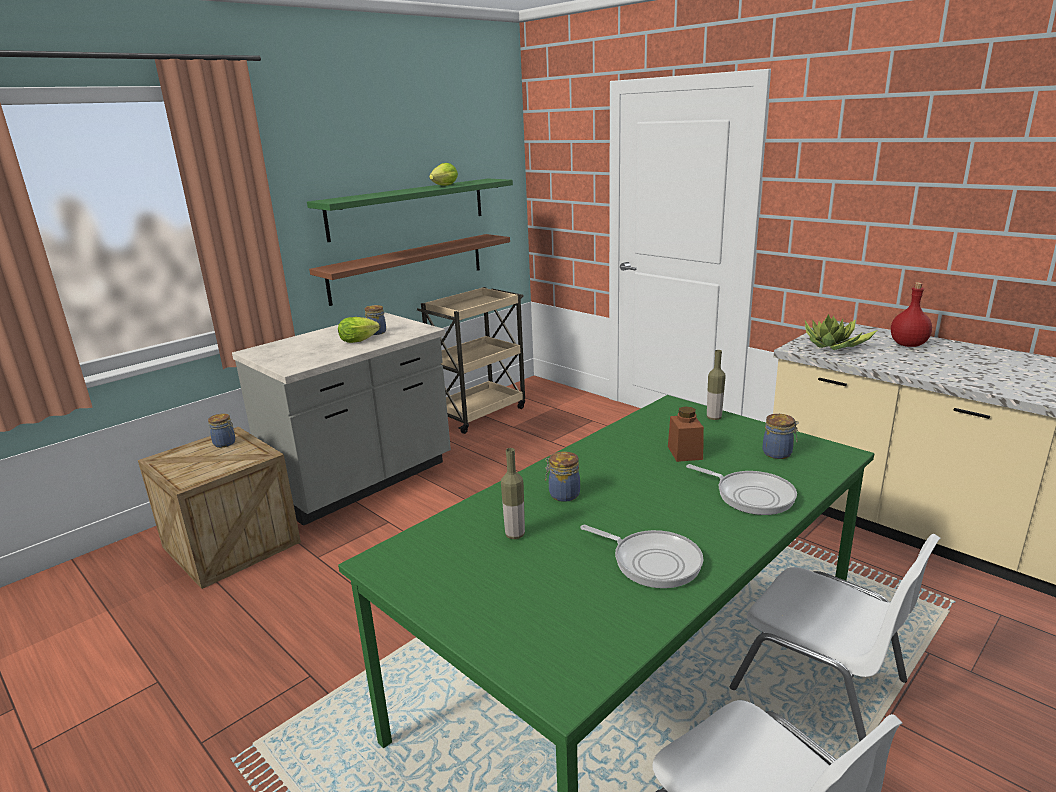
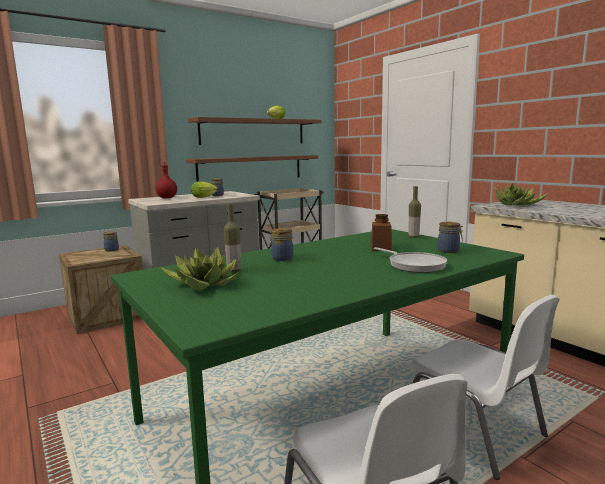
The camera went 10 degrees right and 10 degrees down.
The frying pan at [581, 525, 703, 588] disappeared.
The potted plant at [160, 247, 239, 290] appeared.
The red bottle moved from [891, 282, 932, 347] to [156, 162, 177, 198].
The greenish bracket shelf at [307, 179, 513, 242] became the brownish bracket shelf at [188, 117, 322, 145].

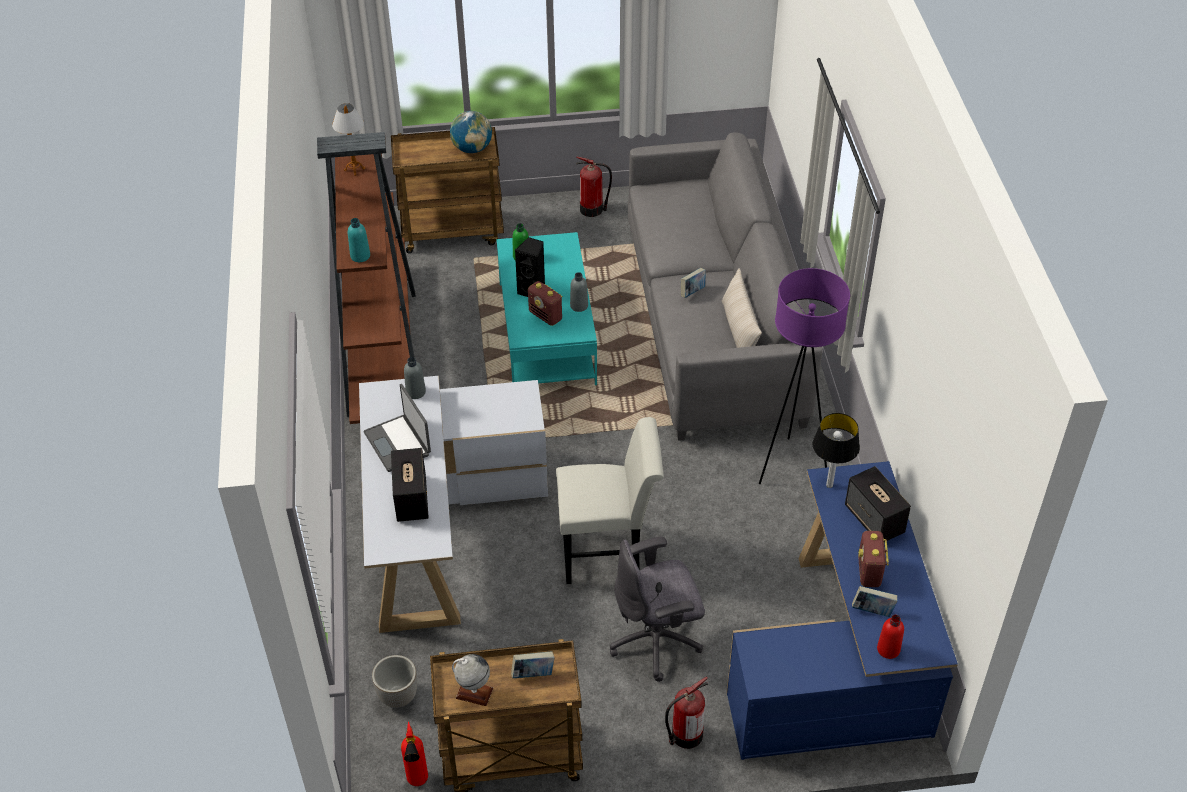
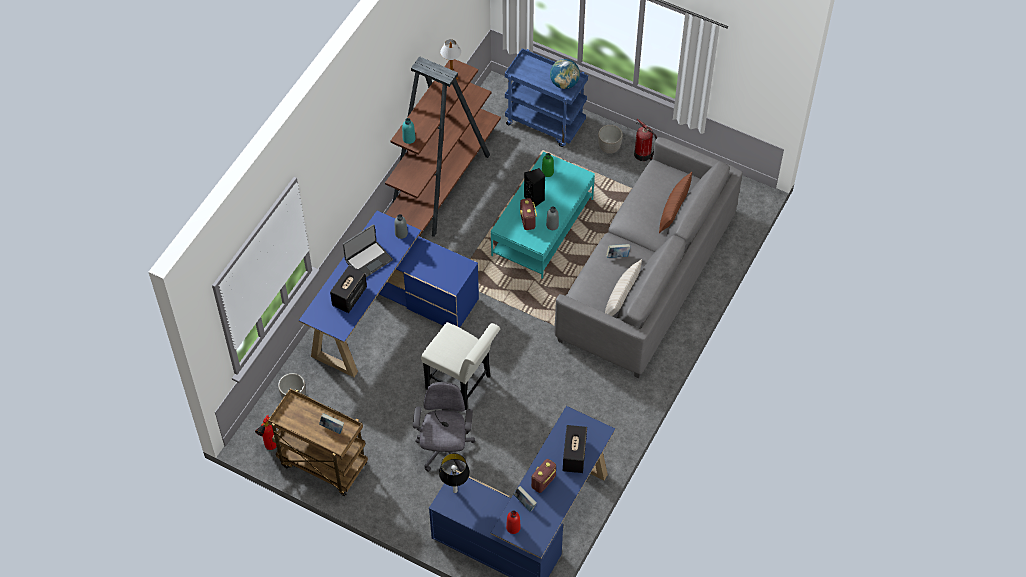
The camera went 35 degrees right and 10 degrees up.
The world globe at [452, 654, 493, 706] disappeared.
The extinguisher at [665, 677, 708, 749] disappeared.
The purplish standard lamp at [759, 268, 850, 484] disappeared.
The flower pot at [598, 125, 623, 154] appeared.
The brownish throw pillow at [659, 172, 692, 233] appeared.
The tabletop lamp moved from [812, 413, 860, 488] to [439, 453, 470, 493].
The white-coloured desk at [359, 376, 548, 633] became the blue-coloured desk at [299, 211, 479, 377].
The brownish cart at [391, 127, 504, 253] became the blue-coloured cart at [505, 48, 588, 147].
The portable computer at [364, 384, 431, 472] turned 135 degrees counterclockwise.
The grey desk chair at [610, 537, 705, 682] turned 75 degrees clockwise.

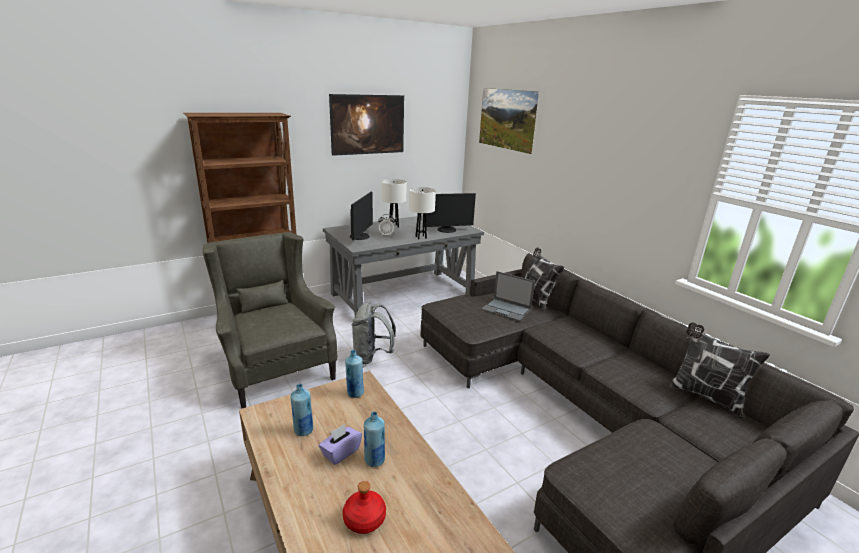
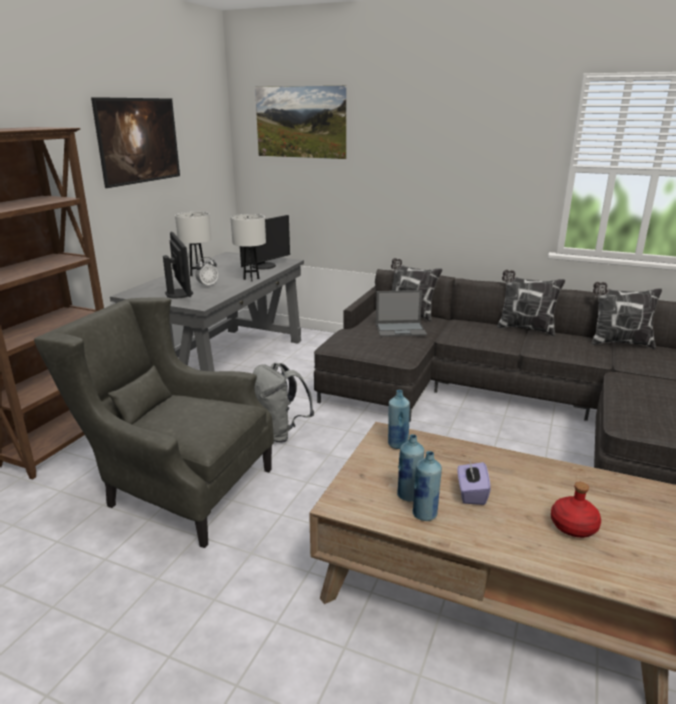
The camera went 35 degrees left and 0 degrees up.
The throw pillow at [497, 270, 565, 336] appeared.
The blue-coloured bottle moved from [364, 411, 385, 467] to [412, 451, 442, 521].

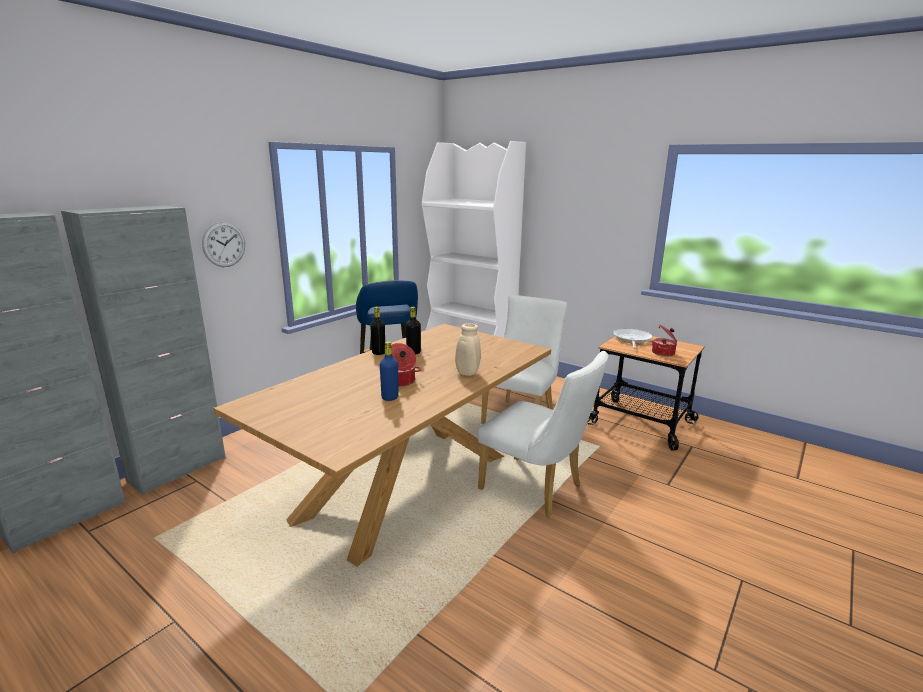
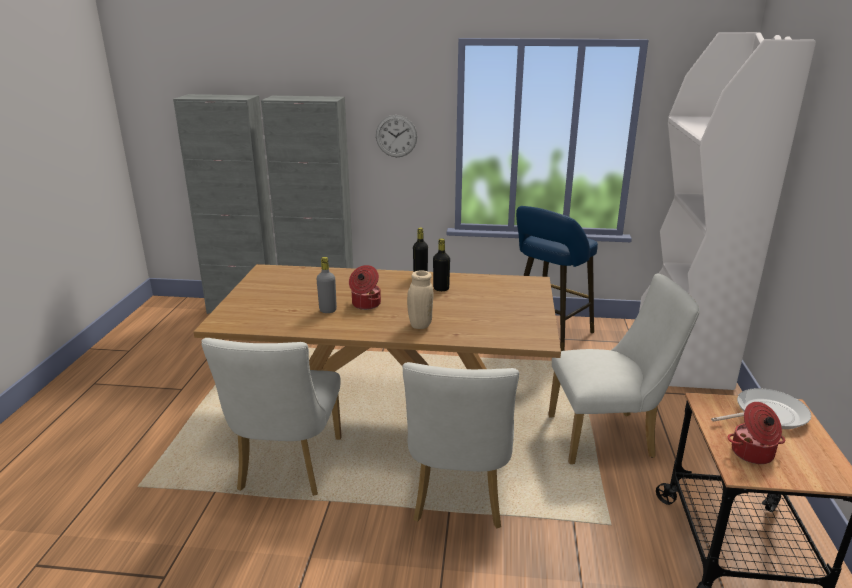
The camera went 60 degrees right and 5 degrees up.
The white-coloured plain chair at [201, 338, 342, 496] appeared.
The blue-coloured bottle at [380, 342, 399, 401] became the grey bottle at [317, 257, 337, 313].

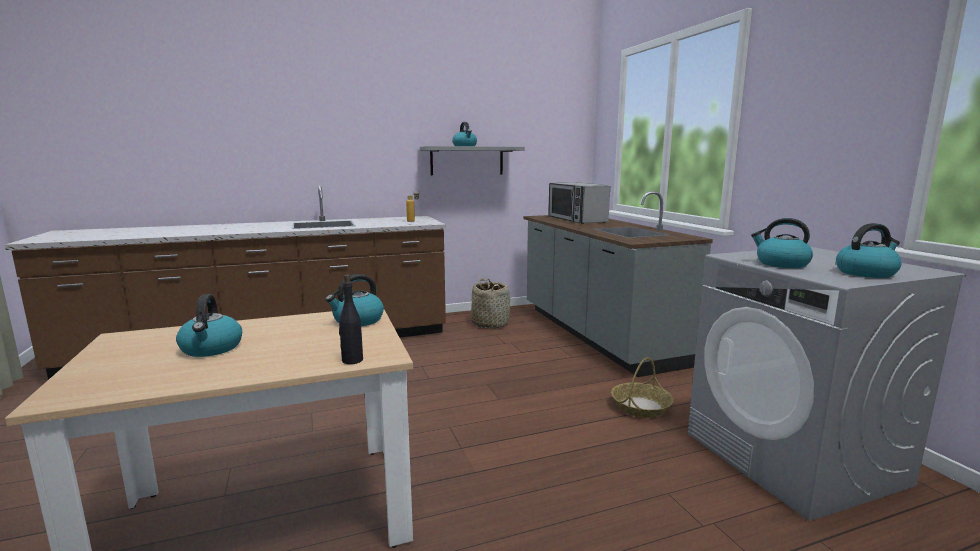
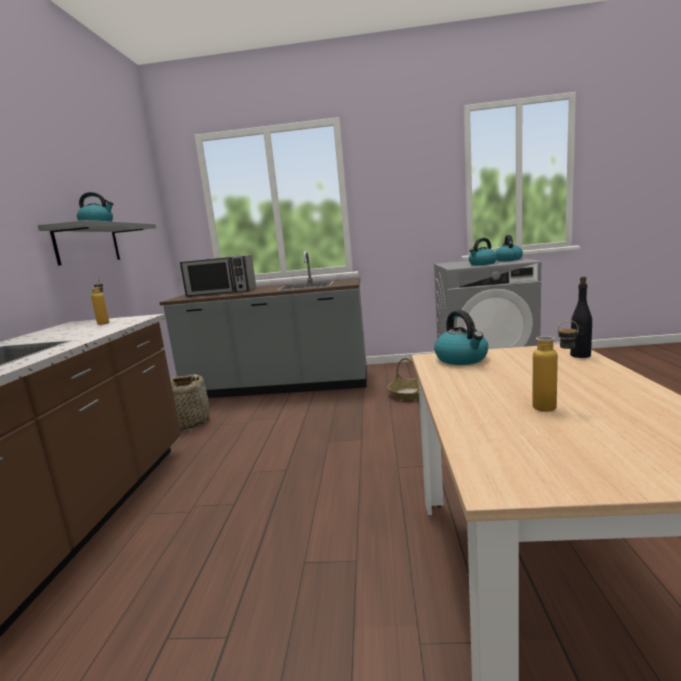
The camera went 65 degrees left and 0 degrees up.
The kettle at [176, 294, 242, 357] was replaced by the bottle at [532, 320, 579, 412].

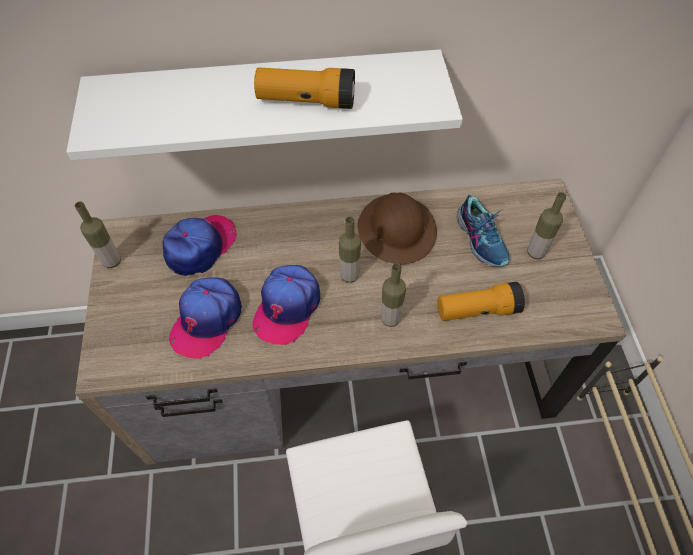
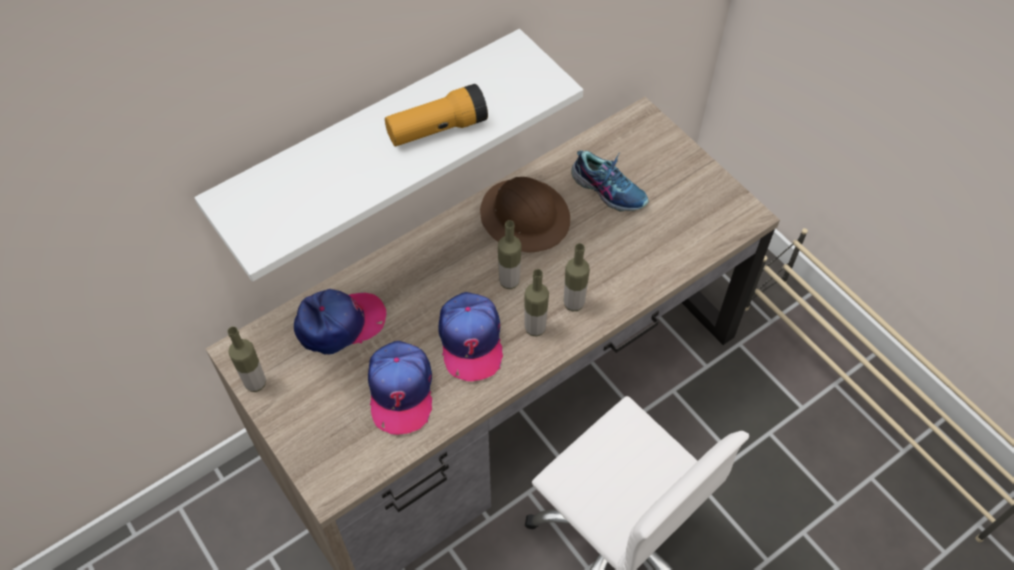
The camera went 30 degrees left and 0 degrees up.
The flashlight at [437, 282, 525, 321] disappeared.
The bottle moved from [528, 192, 566, 259] to [524, 269, 549, 337].
The cap at [163, 215, 237, 276] turned 60 degrees clockwise.

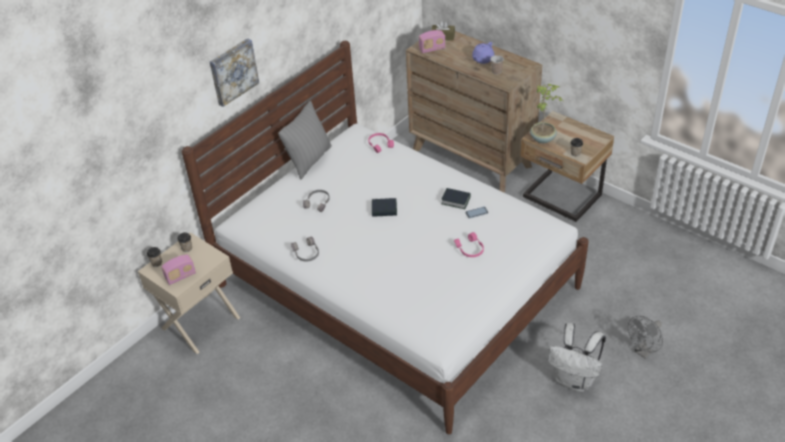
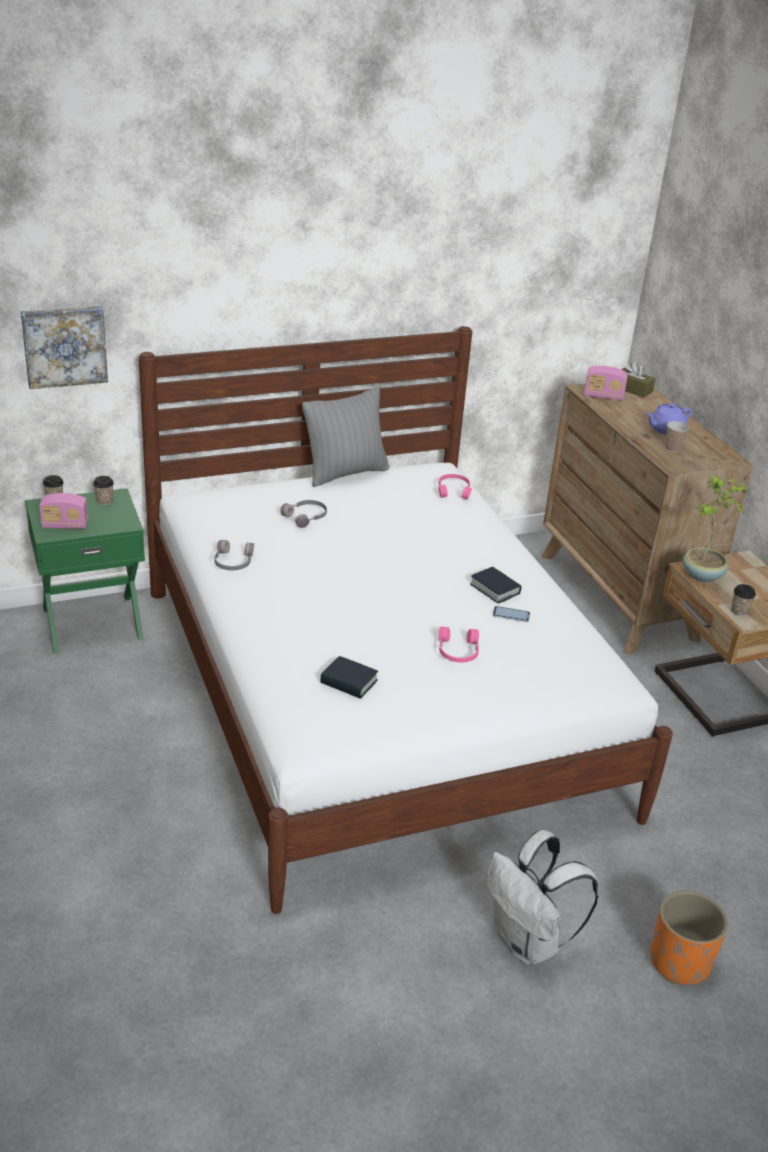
The camera went 25 degrees right and 10 degrees down.
The picture moved from [210, 38, 259, 107] to [21, 306, 108, 389].
The bound book moved from [372, 198, 397, 217] to [320, 656, 378, 699].
The grey electric fan at [628, 316, 663, 358] was replaced by the orangey flower pot at [650, 891, 728, 985].
The sand-coloured nightstand at [138, 232, 240, 354] became the greenish nightstand at [25, 488, 145, 654].

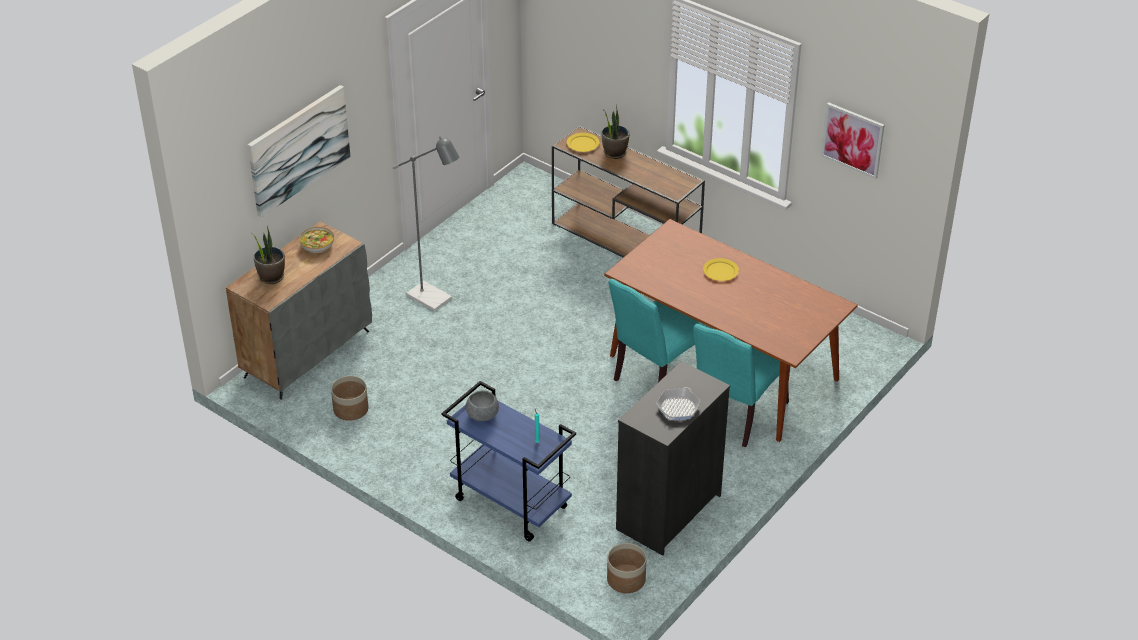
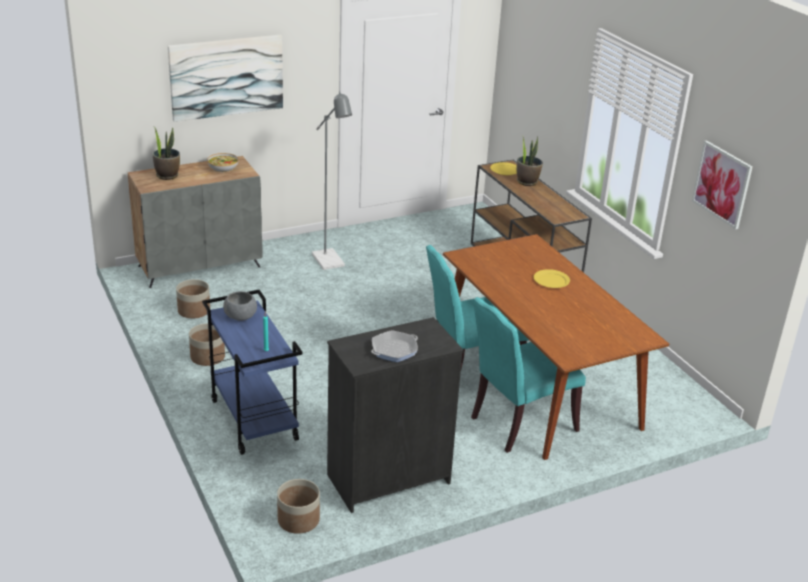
The camera went 25 degrees right and 10 degrees down.
The flower pot at [189, 323, 225, 366] appeared.

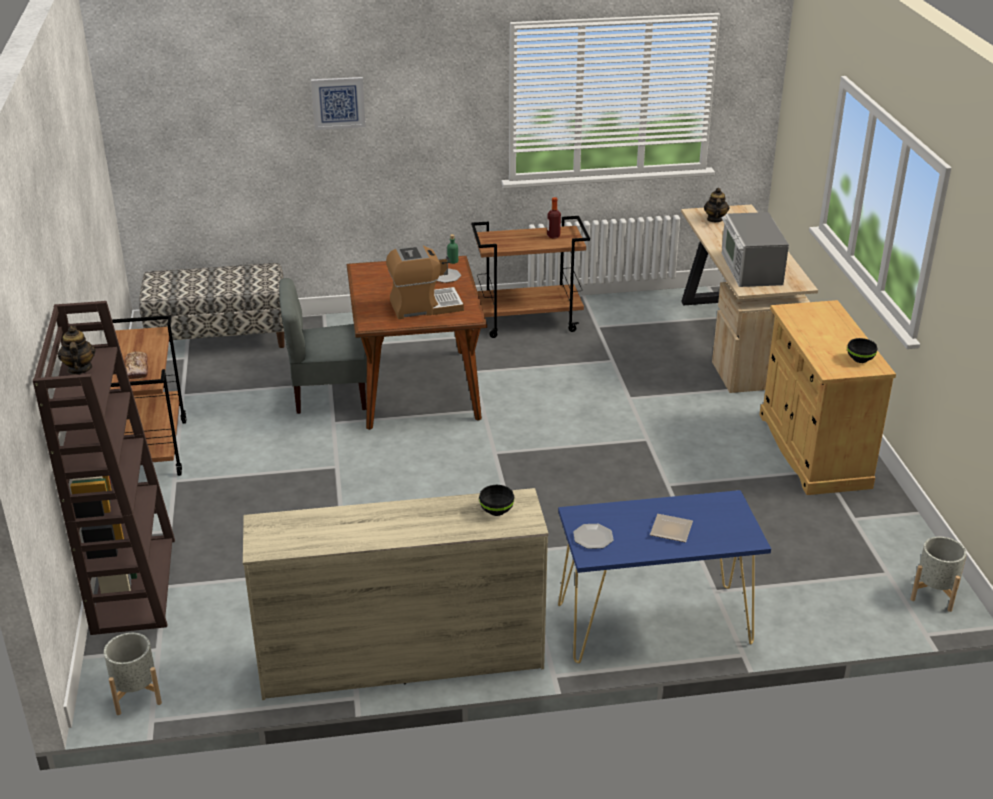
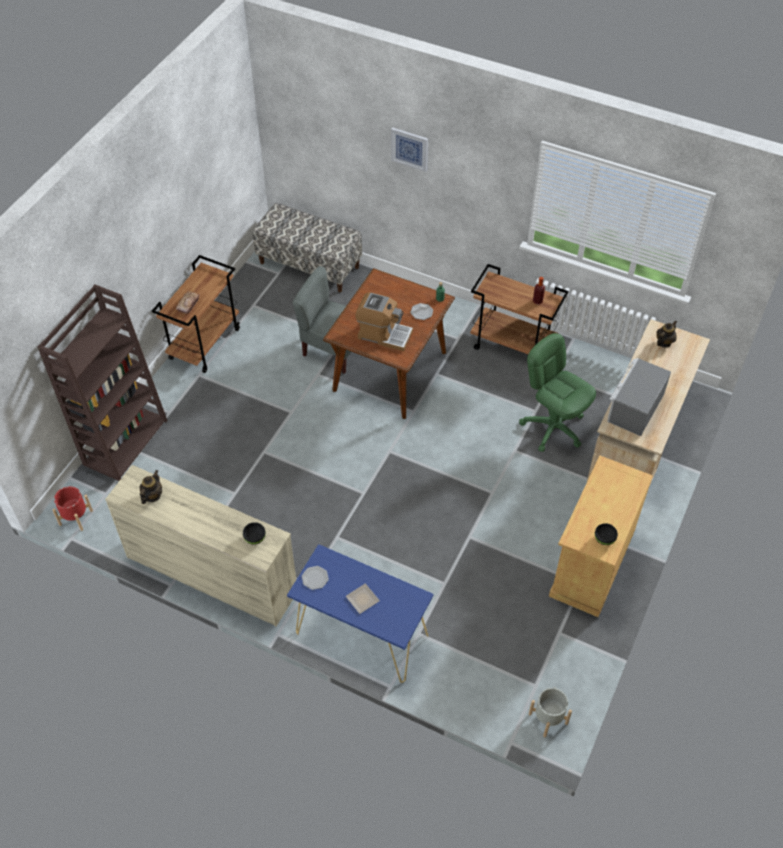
The camera went 35 degrees right and 20 degrees up.
The greenish desk chair at [519, 333, 596, 452] appeared.
The pot for tea moved from [57, 326, 96, 375] to [139, 470, 162, 504].
The grey flower pot at [104, 633, 162, 715] became the red flower pot at [53, 486, 93, 531].

